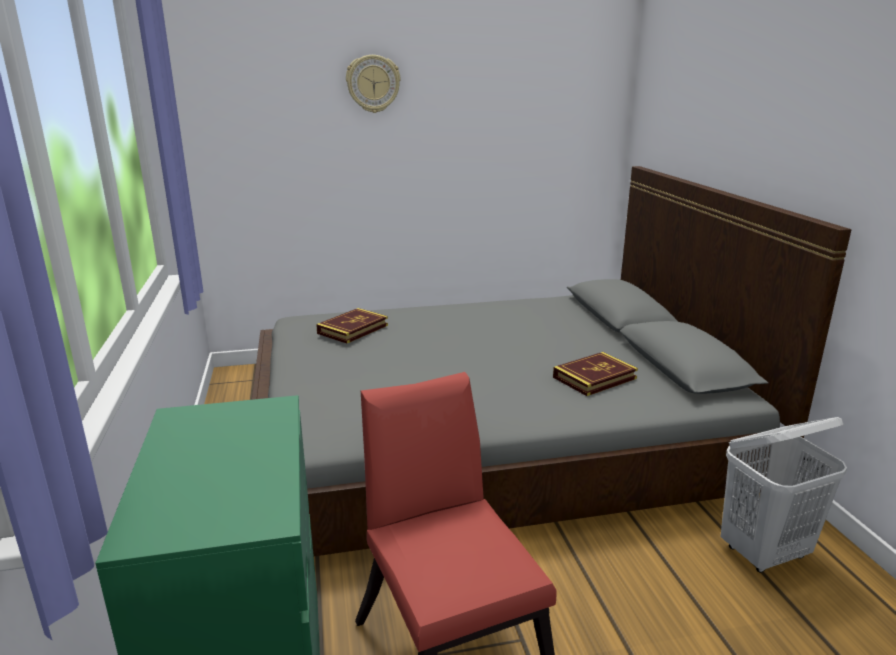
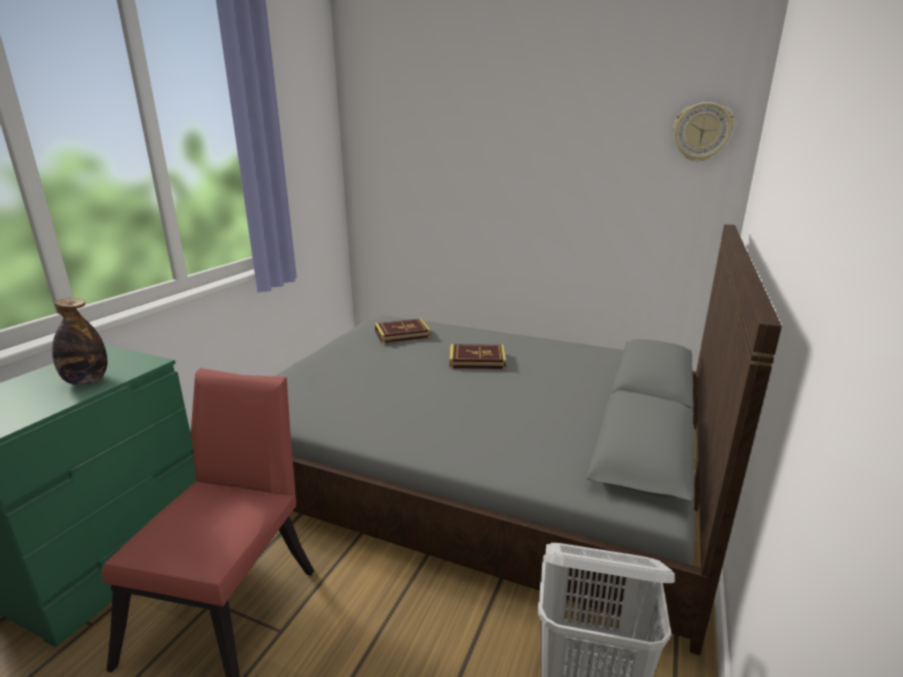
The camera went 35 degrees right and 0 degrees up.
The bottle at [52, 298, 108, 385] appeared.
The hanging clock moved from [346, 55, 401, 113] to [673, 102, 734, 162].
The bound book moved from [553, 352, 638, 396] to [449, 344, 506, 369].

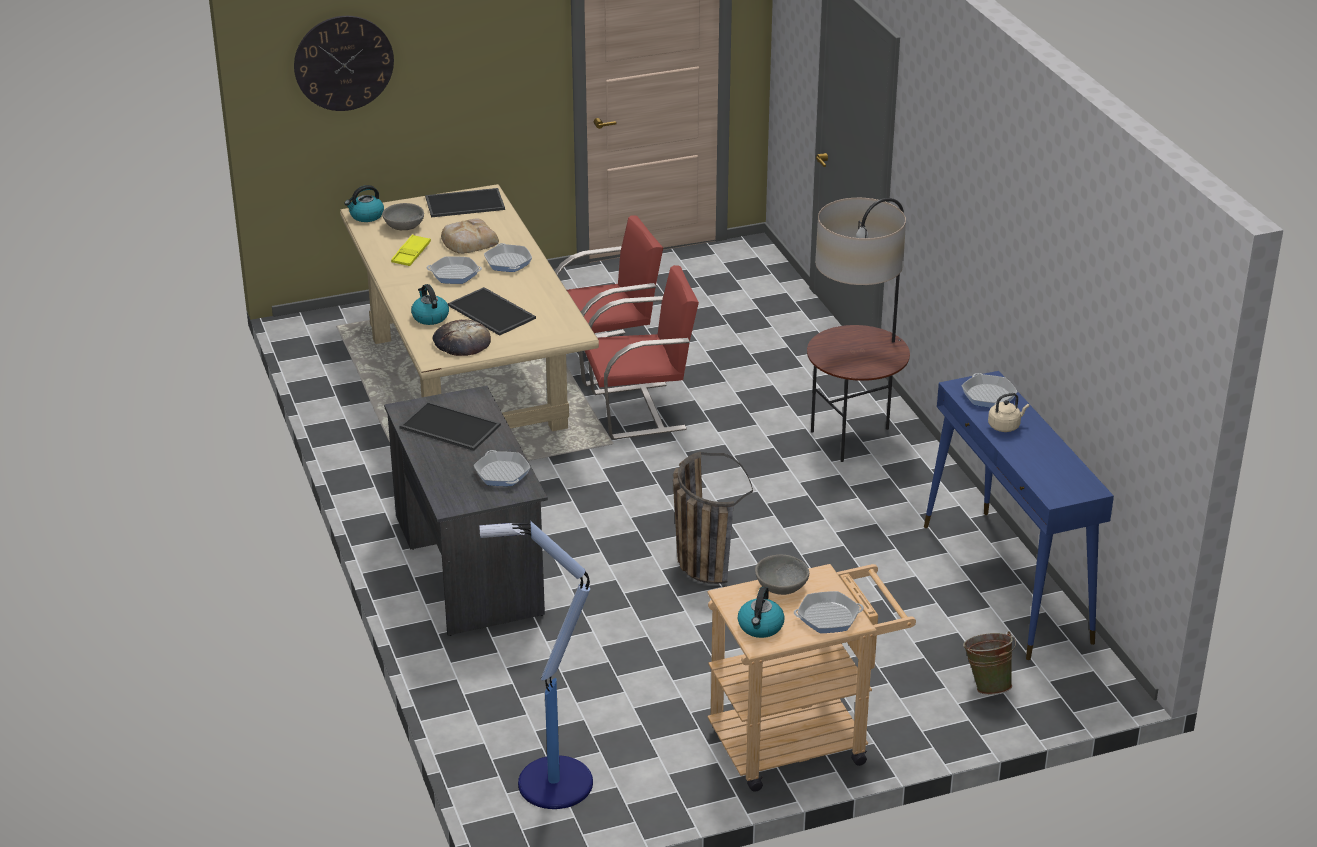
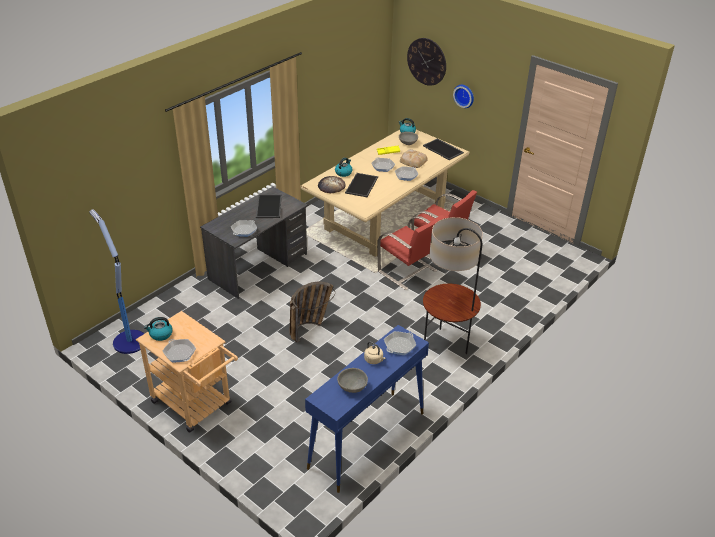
The camera went 60 degrees right and 5 degrees up.
The greenish pail at [963, 631, 1016, 695] disappeared.
The hanging clock at [453, 85, 474, 108] appeared.
The grey serving bowl moved from [755, 555, 809, 595] to [337, 368, 368, 393].

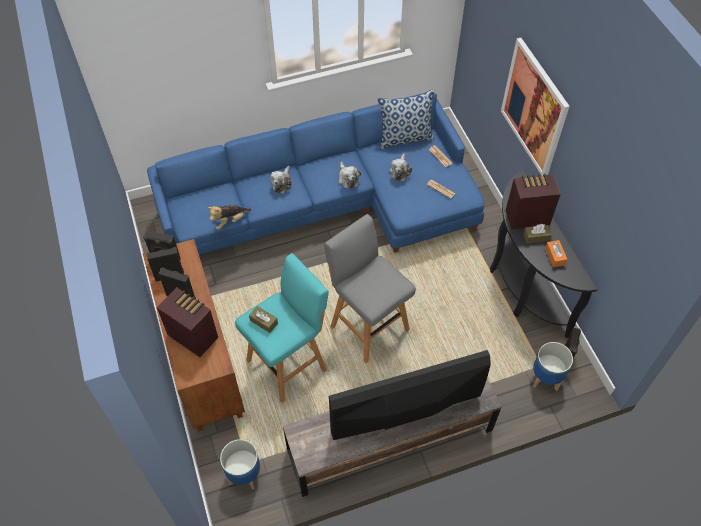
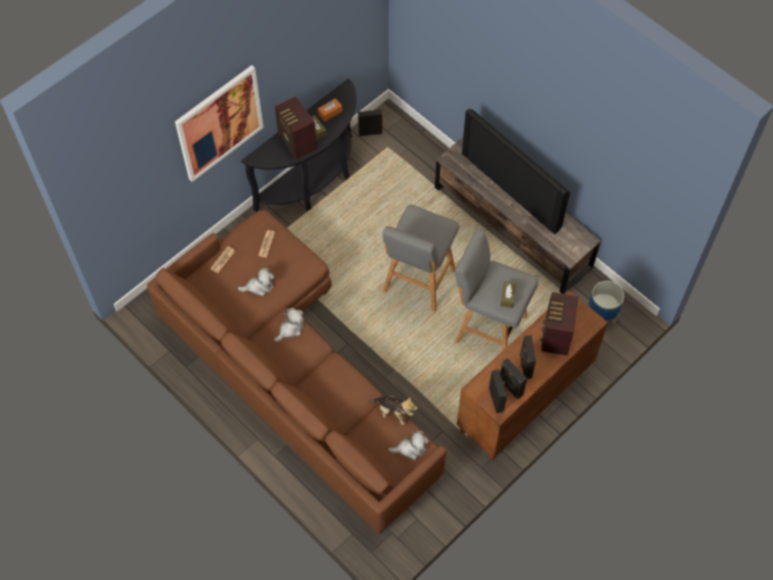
The camera went 115 degrees left and 5 degrees up.
The throw pillow at [378, 89, 434, 149] disappeared.
The flower pot at [533, 342, 573, 391] disappeared.
The cuddly toy moved from [270, 166, 292, 194] to [388, 430, 429, 460].
The blue-coloured settee at [147, 93, 484, 255] became the brownish settee at [147, 209, 447, 534].
The turquoise stool seat at [235, 253, 329, 403] became the grey stool seat at [455, 229, 538, 351].

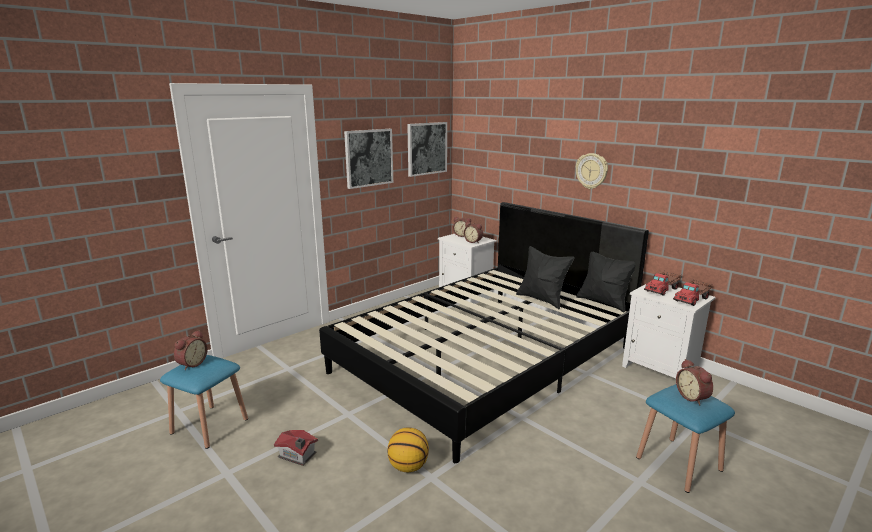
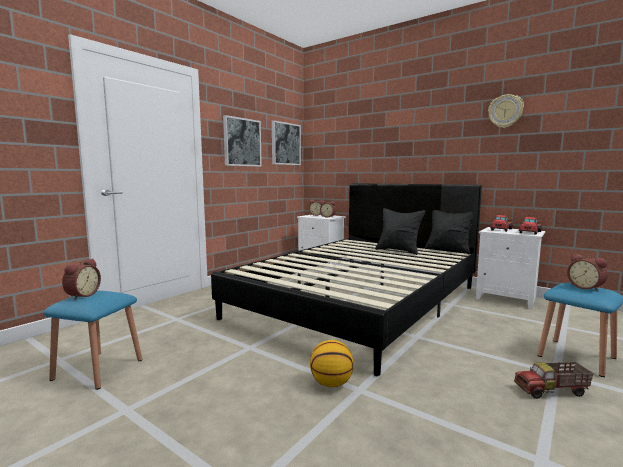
The camera went 10 degrees left and 10 degrees down.
The model house at [274, 430, 318, 466] disappeared.
The toy lorry at [514, 362, 594, 399] appeared.
The hanging clock moved from [576, 153, 608, 189] to [488, 94, 524, 128].

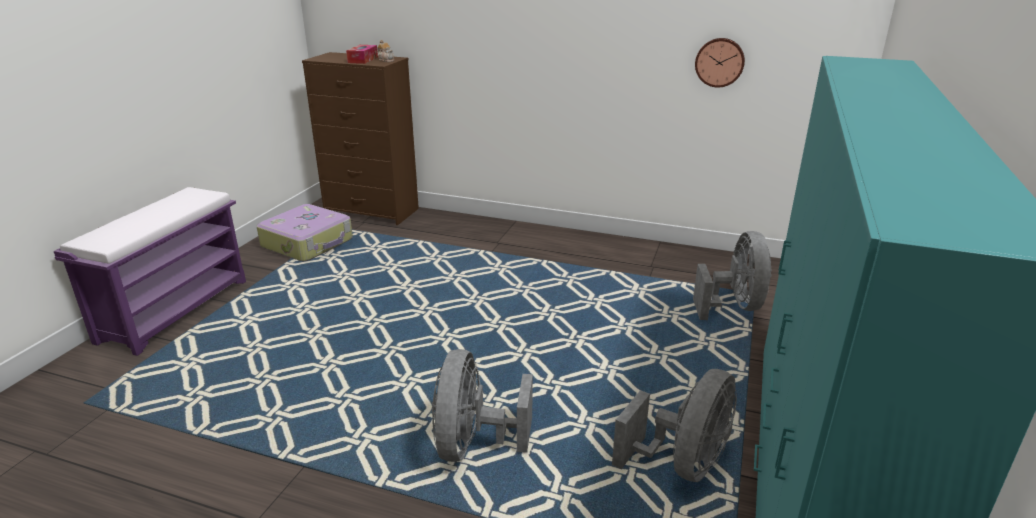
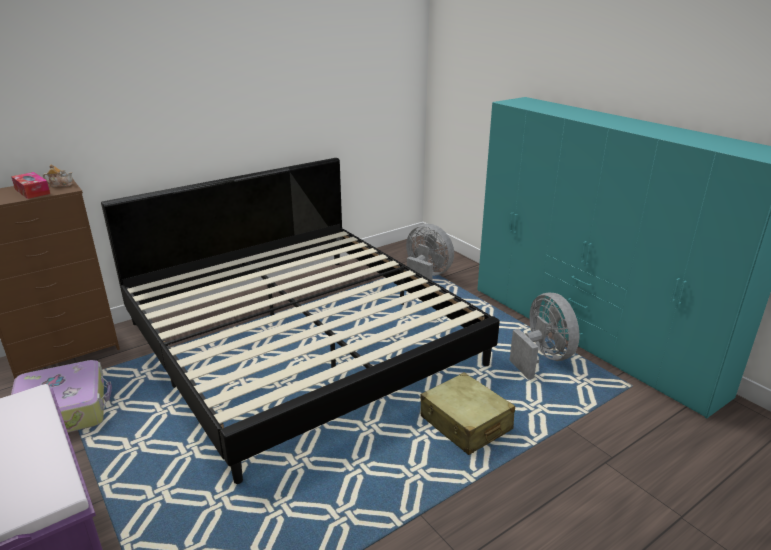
The camera went 55 degrees left and 0 degrees up.
The hanging clock at [695, 38, 745, 88] disappeared.
The bedroom bed at [101, 158, 500, 484] appeared.
The grey electric fan at [432, 349, 533, 462] was replaced by the sand-coloured suitcase at [420, 372, 515, 455].

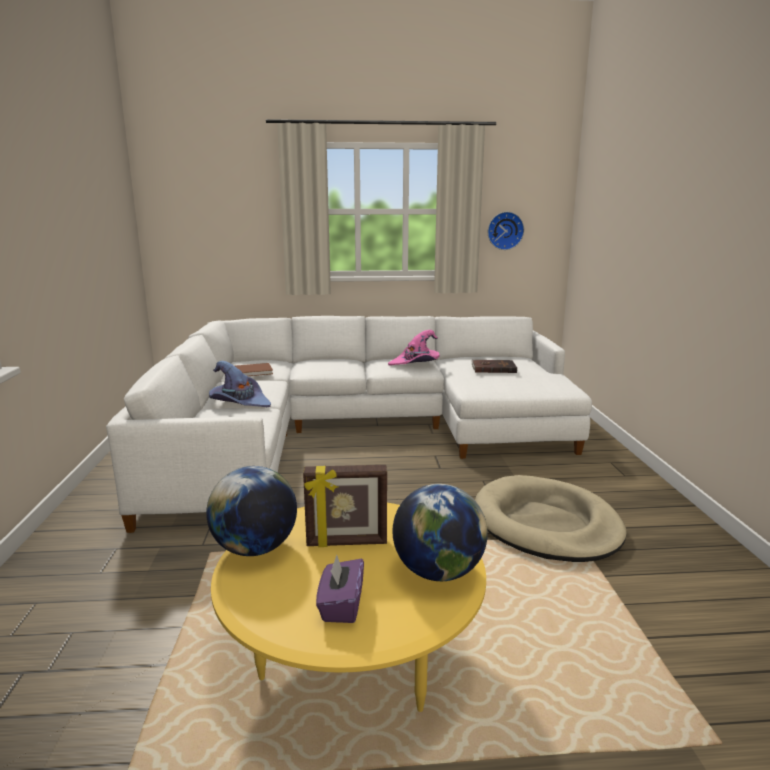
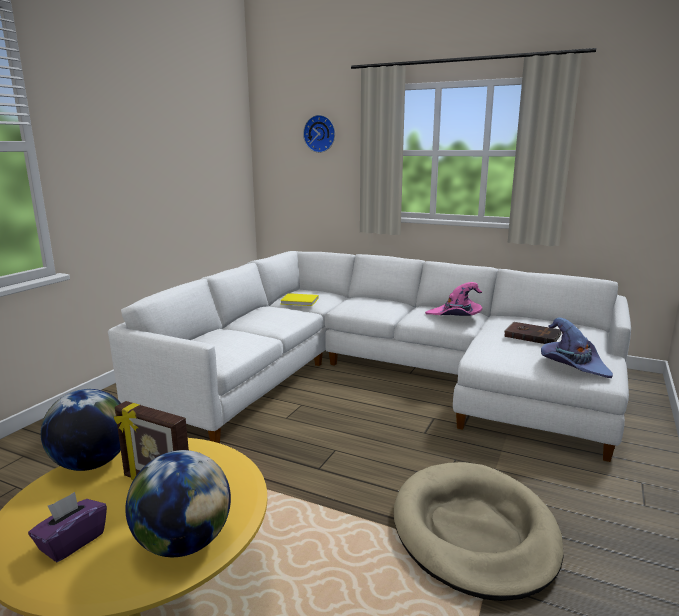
The camera went 30 degrees right and 0 degrees up.
The purplish wearable hat moved from [209, 361, 271, 407] to [541, 317, 613, 378].
The hanging clock moved from [488, 212, 524, 250] to [303, 115, 335, 153].
The brownish bound book at [235, 363, 273, 376] became the yellowish bound book at [280, 293, 319, 306].

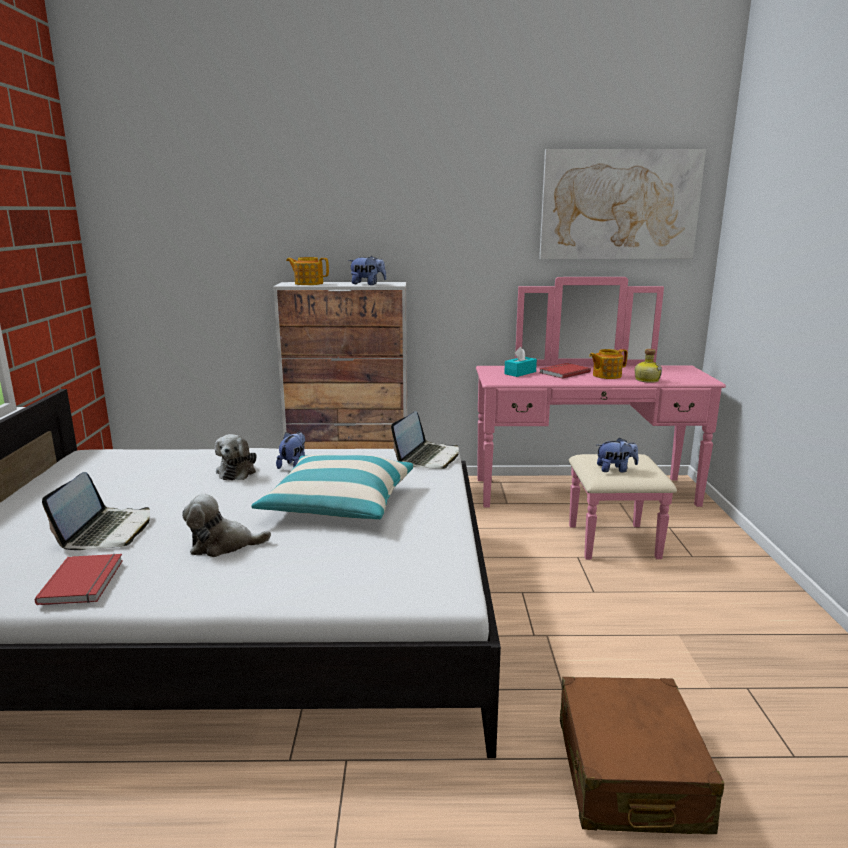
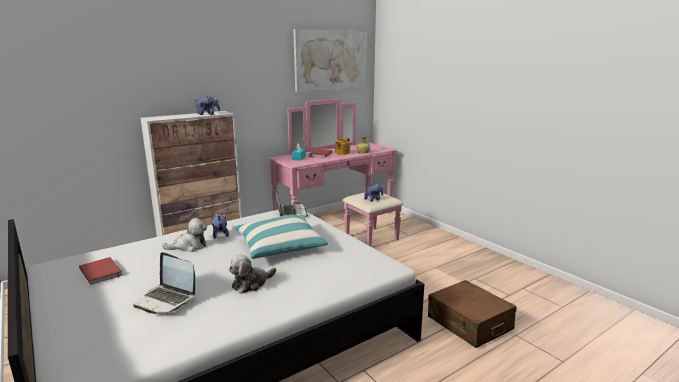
The camera went 35 degrees left and 0 degrees up.
The pot for tea at [286, 257, 329, 285] disappeared.
The red bound book moved from [35, 554, 123, 605] to [79, 257, 123, 285].
The portable computer at [42, 472, 150, 550] turned 150 degrees clockwise.
The cuddly toy at [215, 434, 256, 480] turned 75 degrees counterclockwise.

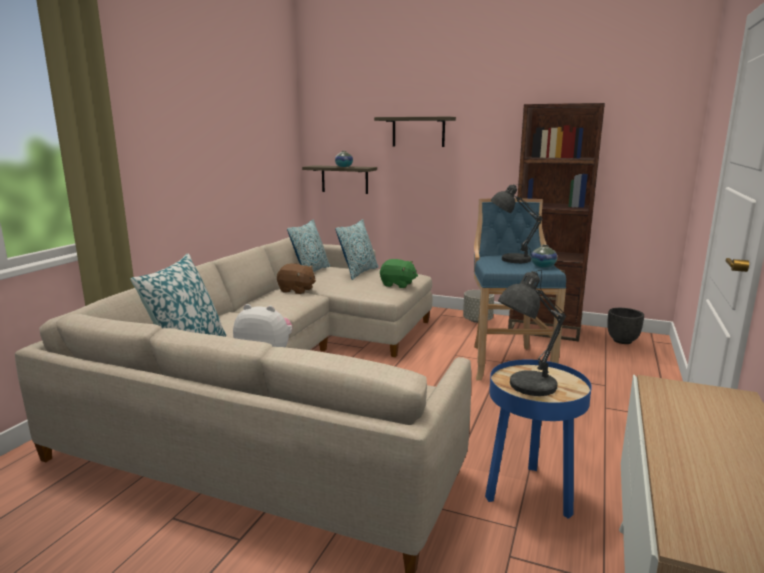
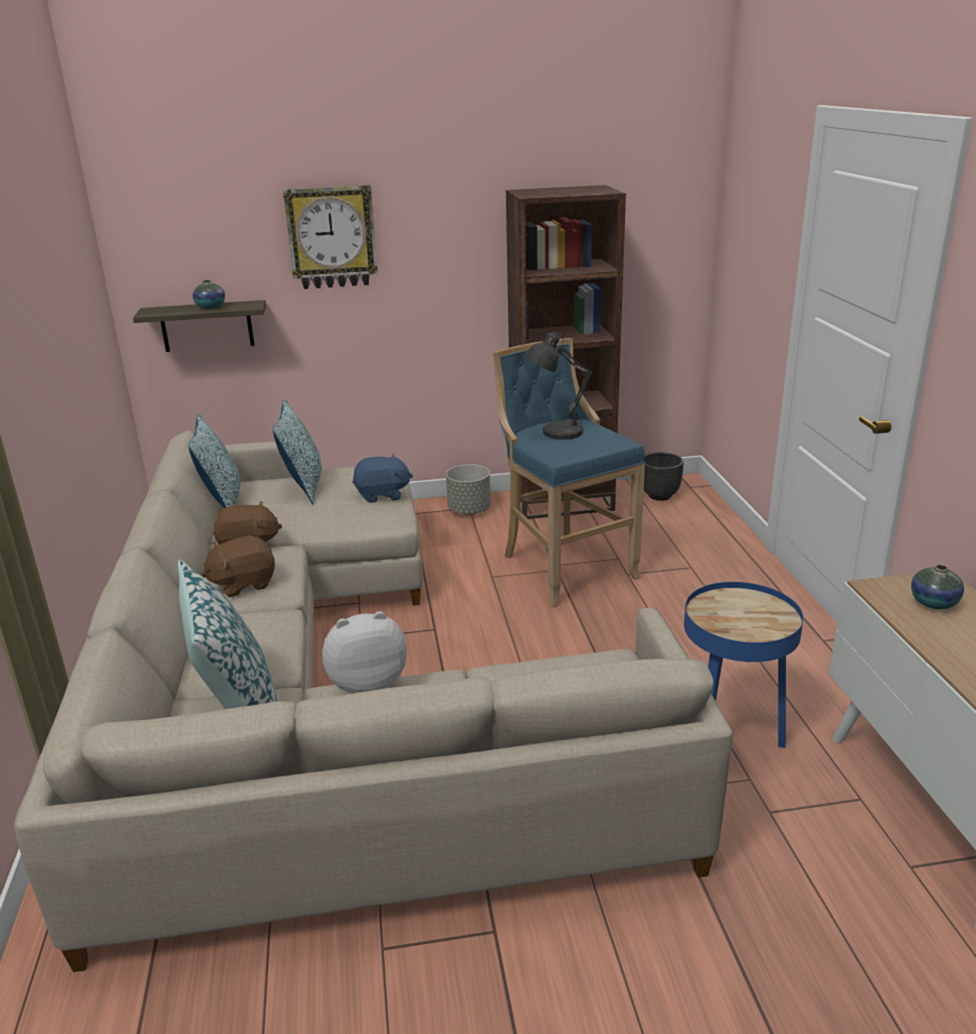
The camera went 30 degrees left and 10 degrees up.
The grey tabletop lamp at [498, 270, 566, 396] disappeared.
The brownish cuddly toy at [201, 536, 275, 597] appeared.
The vase moved from [531, 245, 557, 268] to [911, 565, 964, 609].
The bracket shelf at [374, 117, 456, 147] was replaced by the hanging clock at [283, 185, 378, 289].
The greenish cuddly toy at [380, 259, 418, 288] became the blue-coloured cuddly toy at [352, 454, 413, 503].

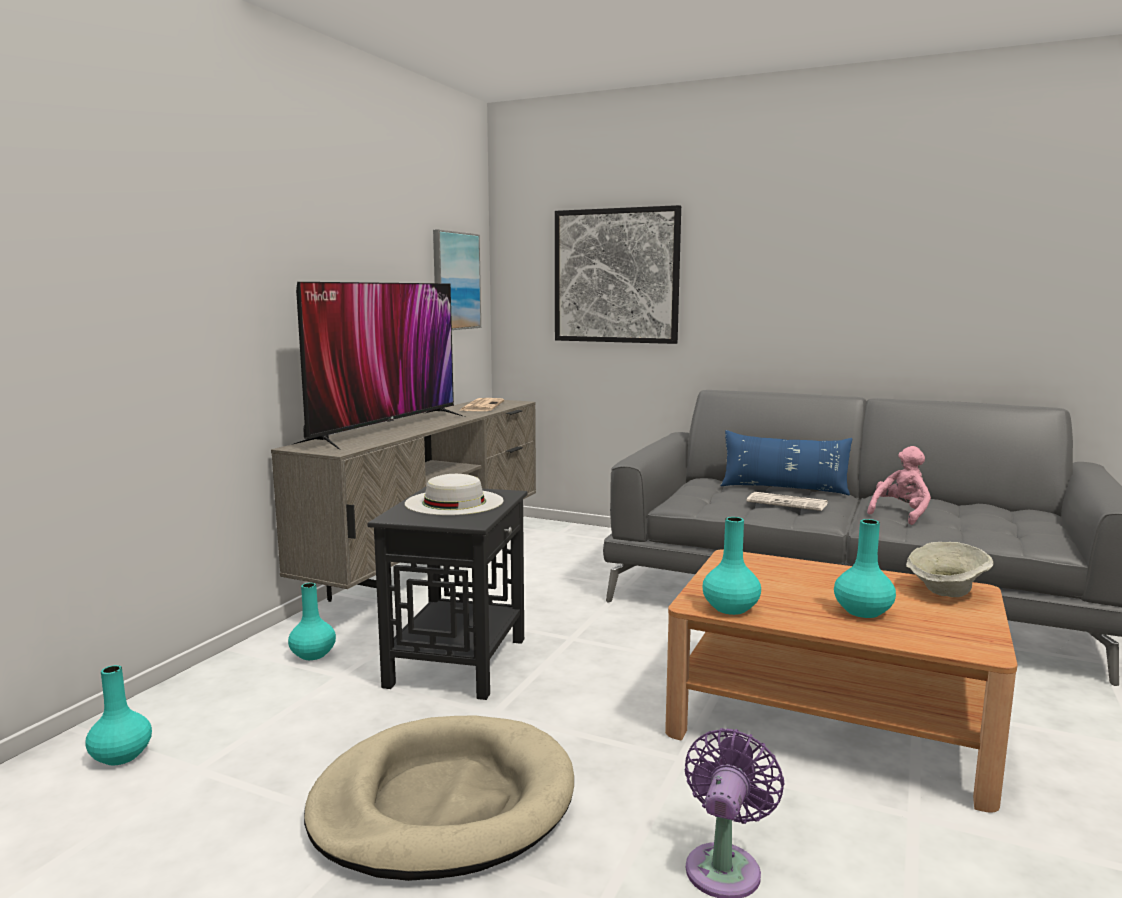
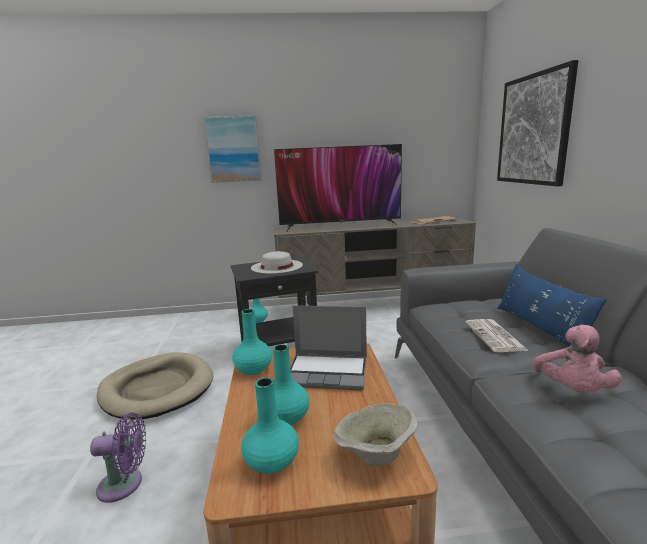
The camera went 60 degrees right and 5 degrees up.
The portable computer at [290, 306, 367, 391] appeared.
The turquoise vase moved from [85, 665, 152, 765] to [241, 378, 299, 474].
The picture moved from [433, 229, 481, 330] to [204, 115, 262, 183].
The pinkish cuddly toy at [867, 446, 931, 525] turned 90 degrees clockwise.

